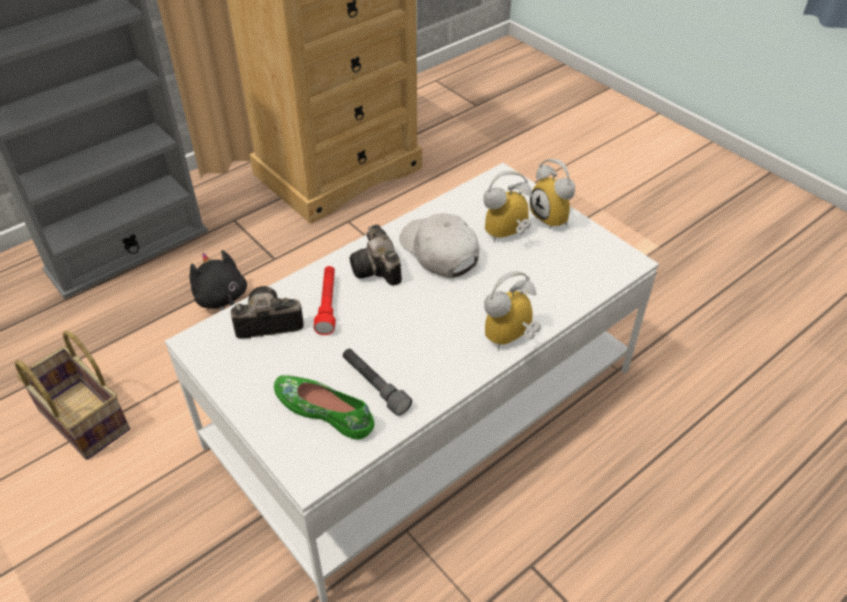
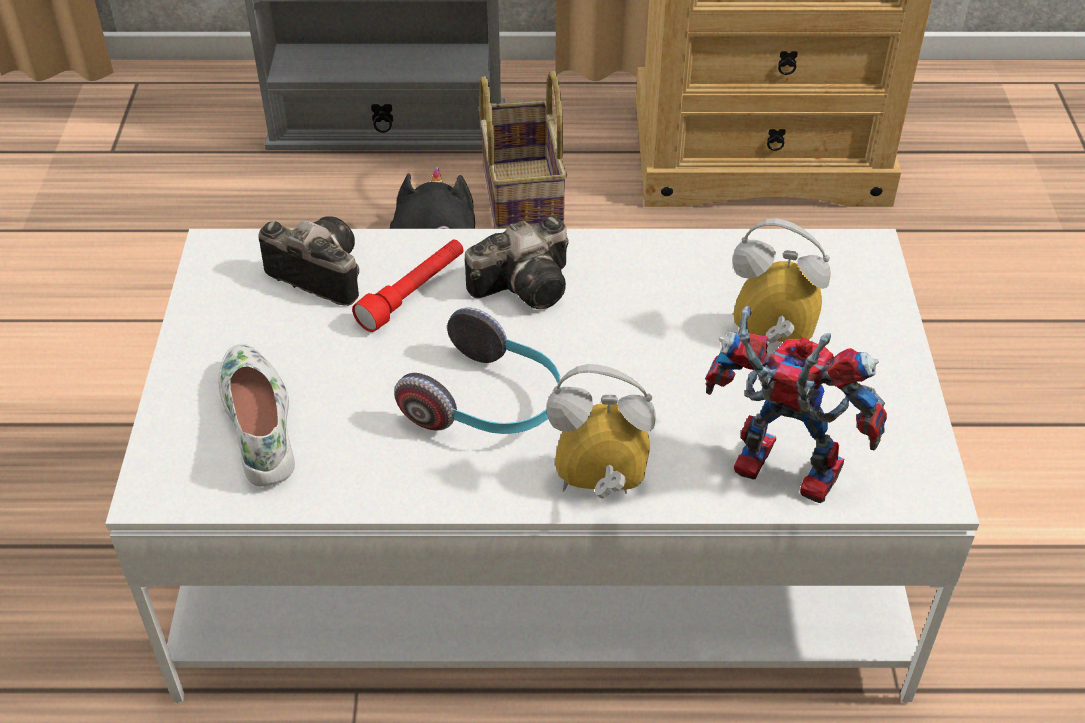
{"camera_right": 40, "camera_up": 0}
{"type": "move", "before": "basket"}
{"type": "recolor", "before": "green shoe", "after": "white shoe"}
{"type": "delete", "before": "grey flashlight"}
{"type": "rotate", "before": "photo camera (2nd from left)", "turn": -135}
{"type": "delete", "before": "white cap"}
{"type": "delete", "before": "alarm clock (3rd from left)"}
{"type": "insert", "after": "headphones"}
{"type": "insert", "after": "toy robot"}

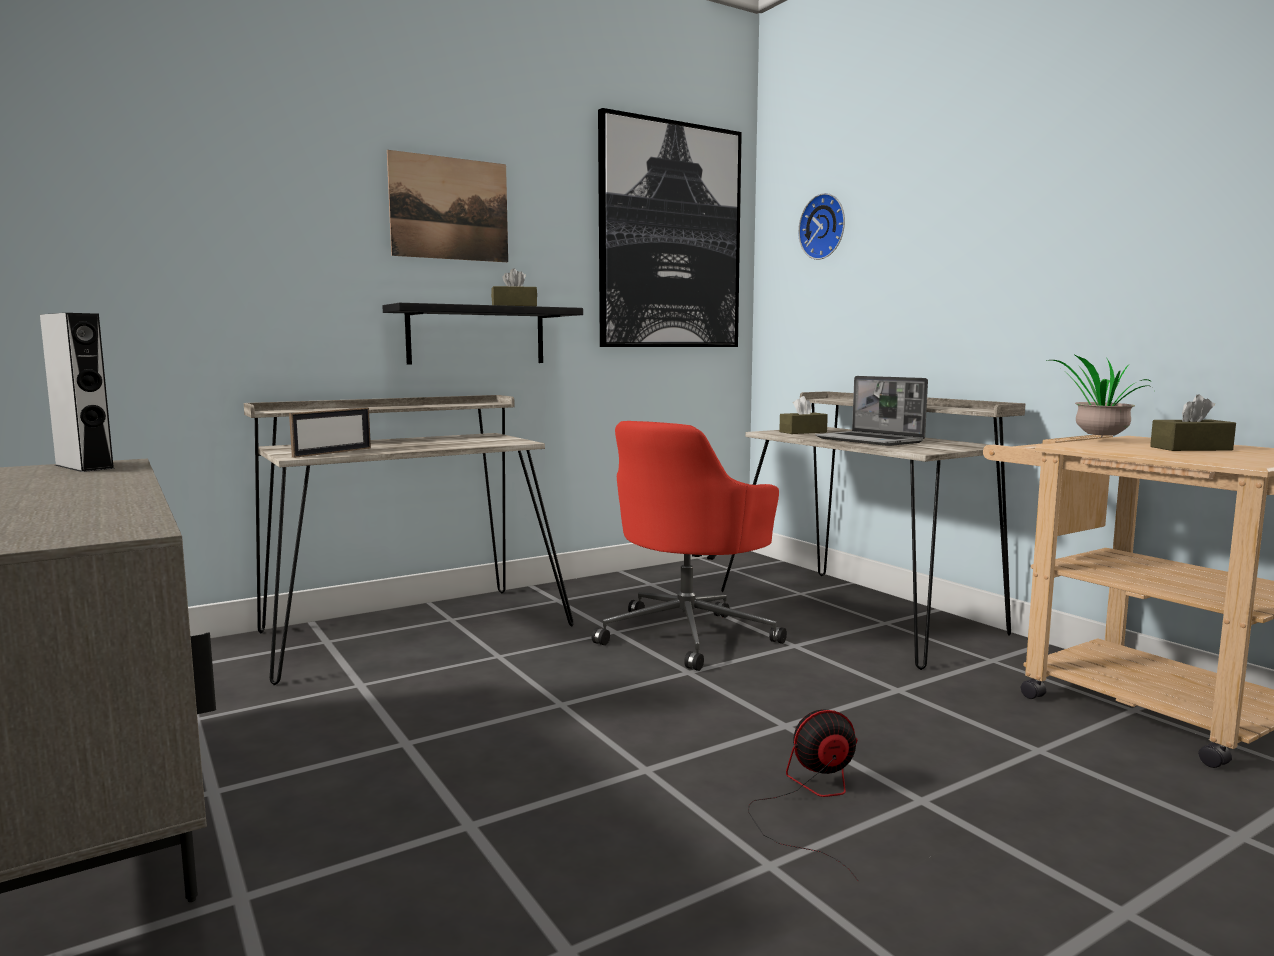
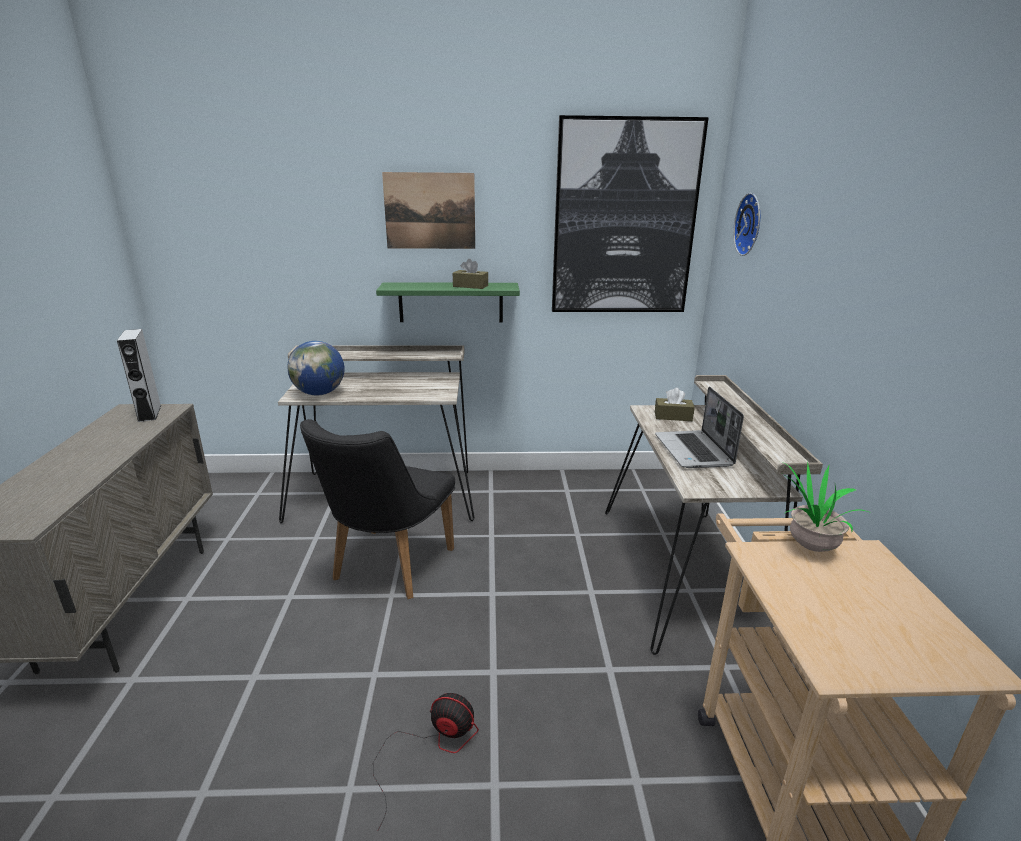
{"camera_right": 30, "camera_up": 15}
{"type": "replace", "before": "picture frame", "after": "globe"}
{"type": "recolor", "before": "black shelf", "after": "green shelf"}
{"type": "delete", "before": "red office chair"}
{"type": "delete", "before": "brown tissue box (3rd from left)"}
{"type": "insert", "after": "black chair"}

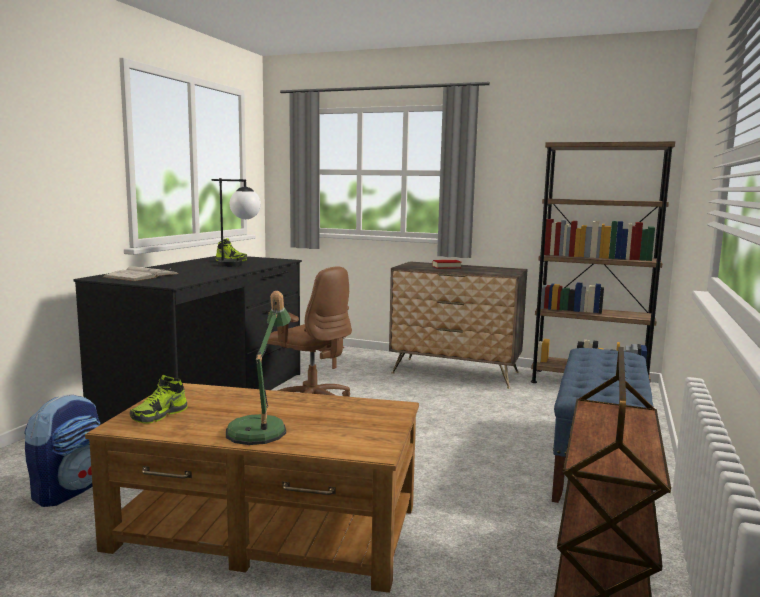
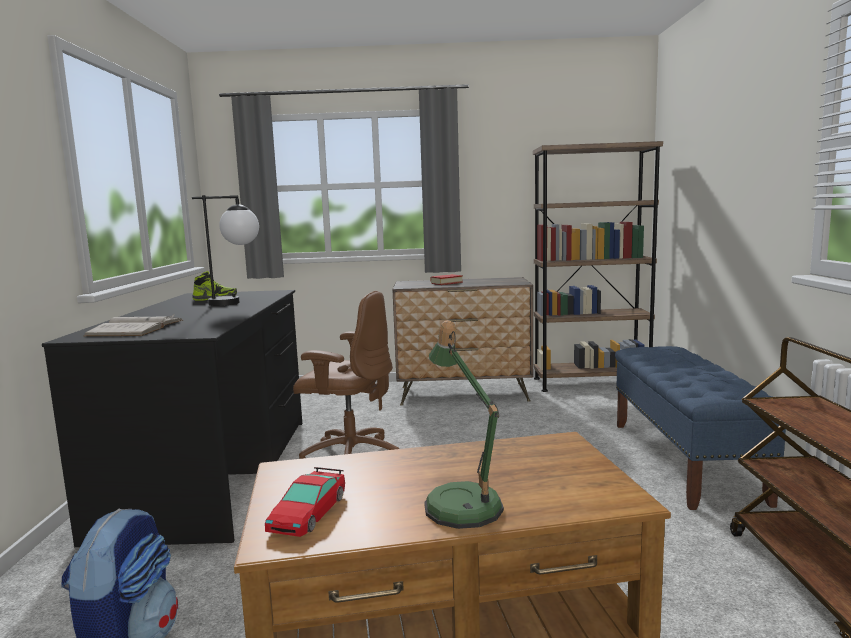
{"camera_right": -20, "camera_up": 0}
{"type": "replace", "before": "shoe (1st from left)", "after": "toy car"}

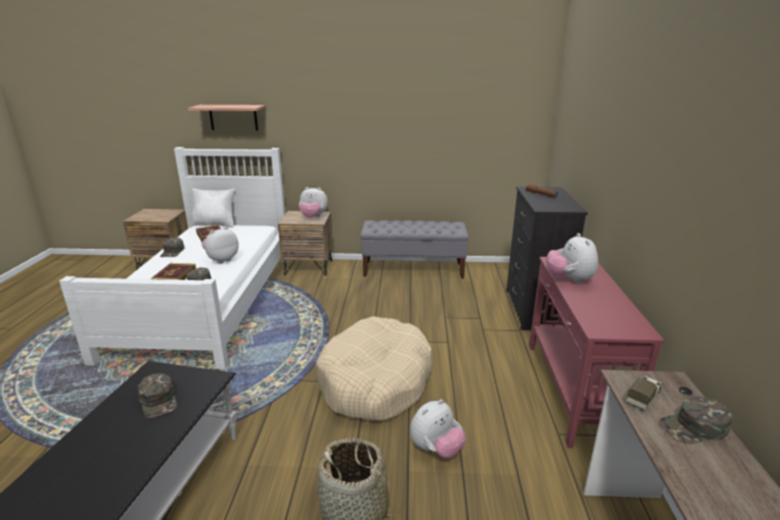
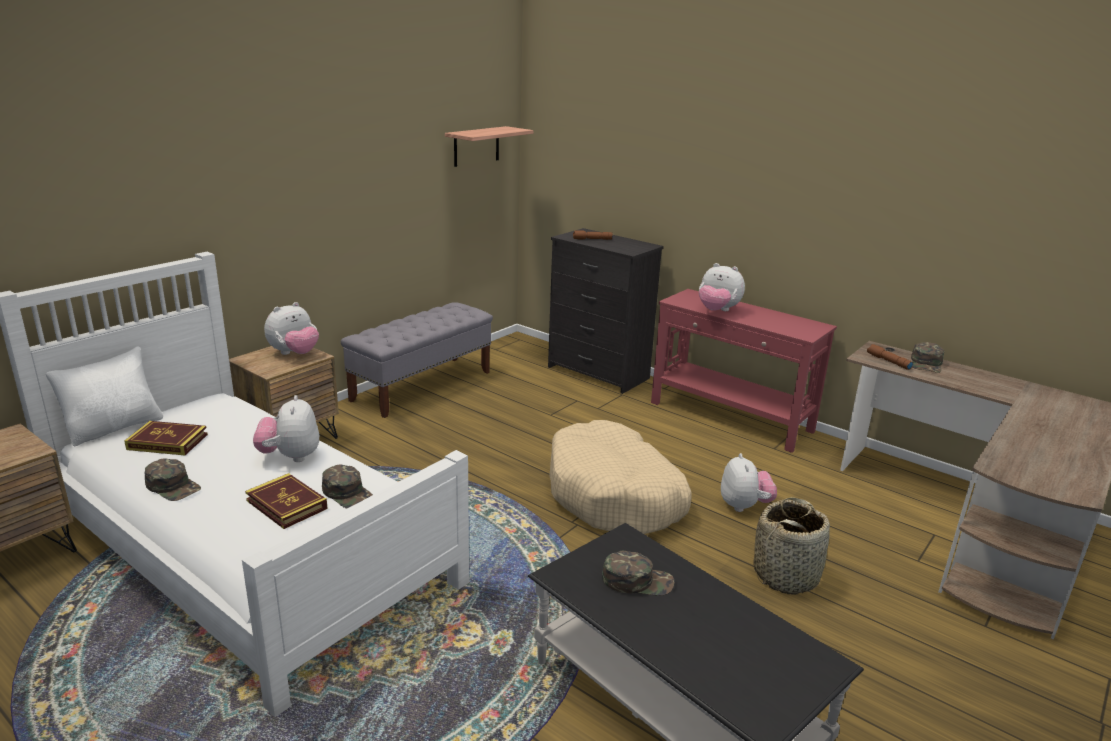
{"camera_right": -55, "camera_up": 0}
{"type": "move", "before": "shelf"}
{"type": "replace", "before": "toy truck", "after": "brown flashlight (2nd from left)"}

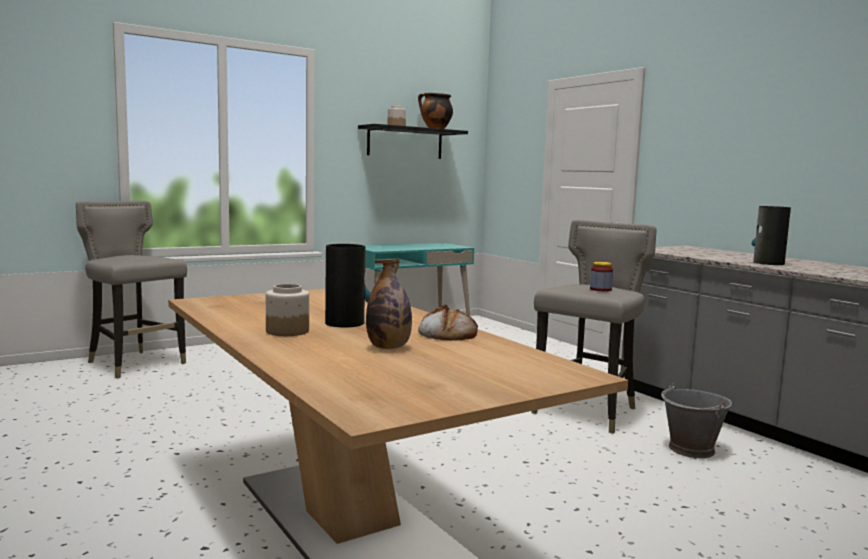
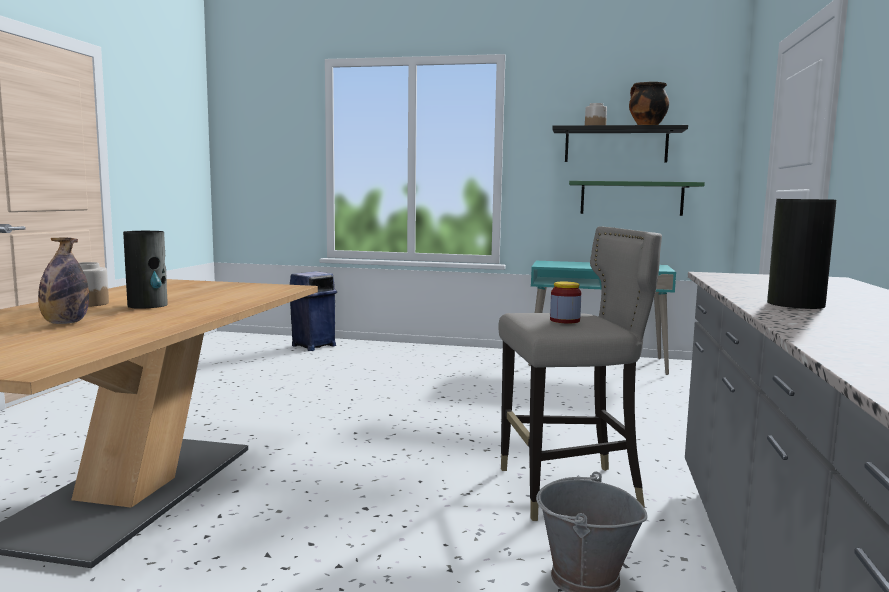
{"camera_right": 45, "camera_up": 0}
{"type": "replace", "before": "grey stool (1st from left)", "after": "blue trash can"}
{"type": "delete", "before": "bread"}
{"type": "insert", "after": "green shelf"}

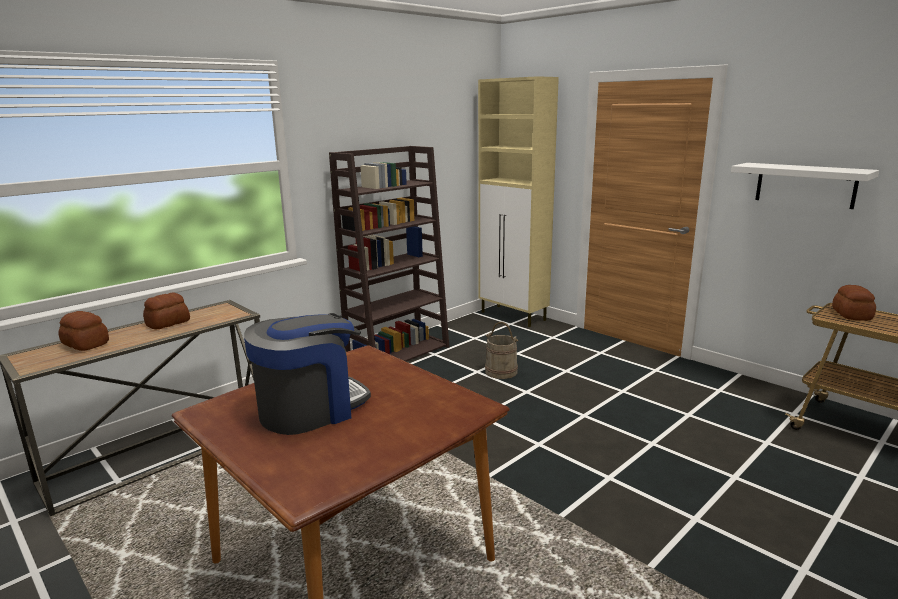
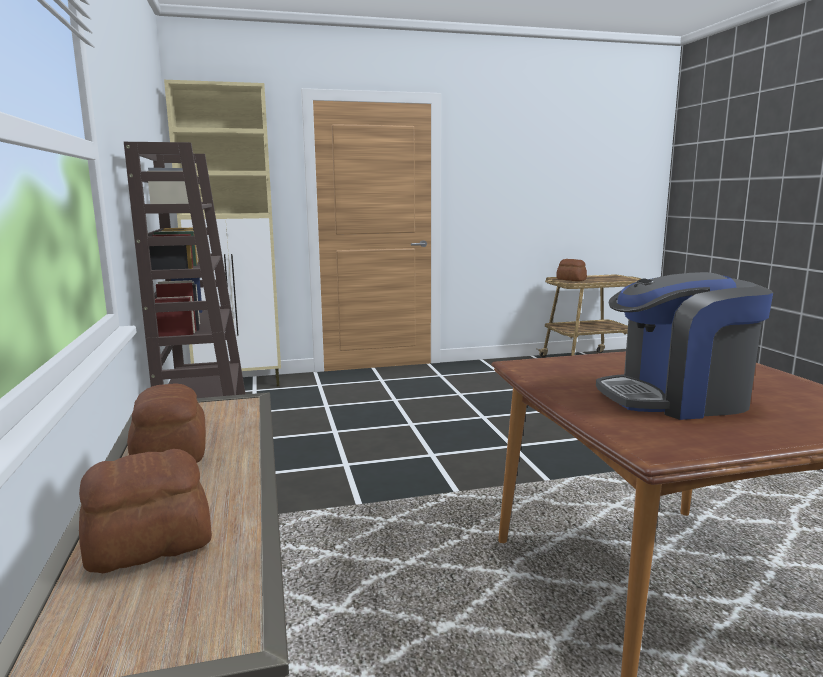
{"camera_right": -60, "camera_up": -5}
{"type": "rotate", "before": "coffee machine", "turn": -90}
{"type": "delete", "before": "beige bucket"}
{"type": "delete", "before": "white shelf"}

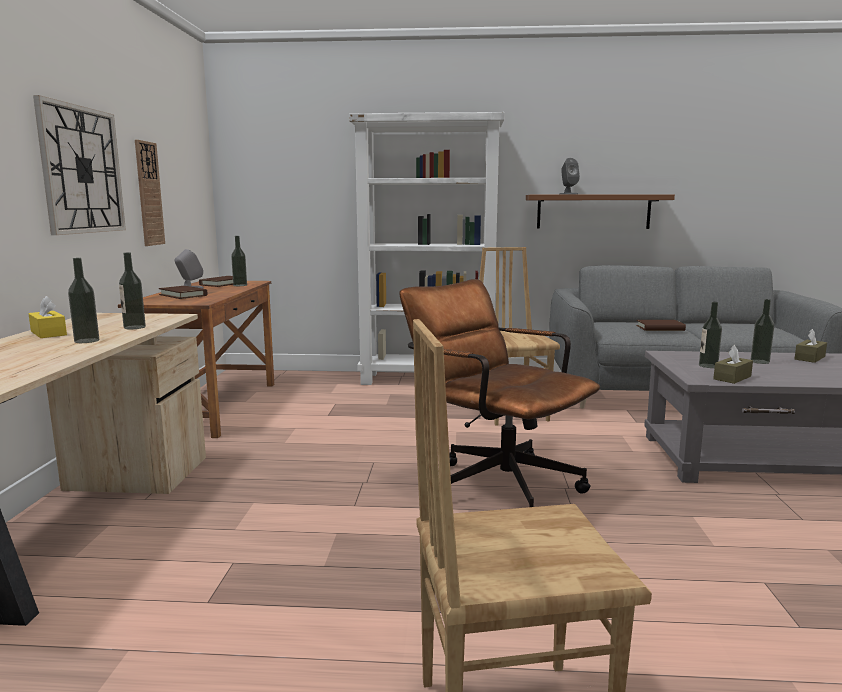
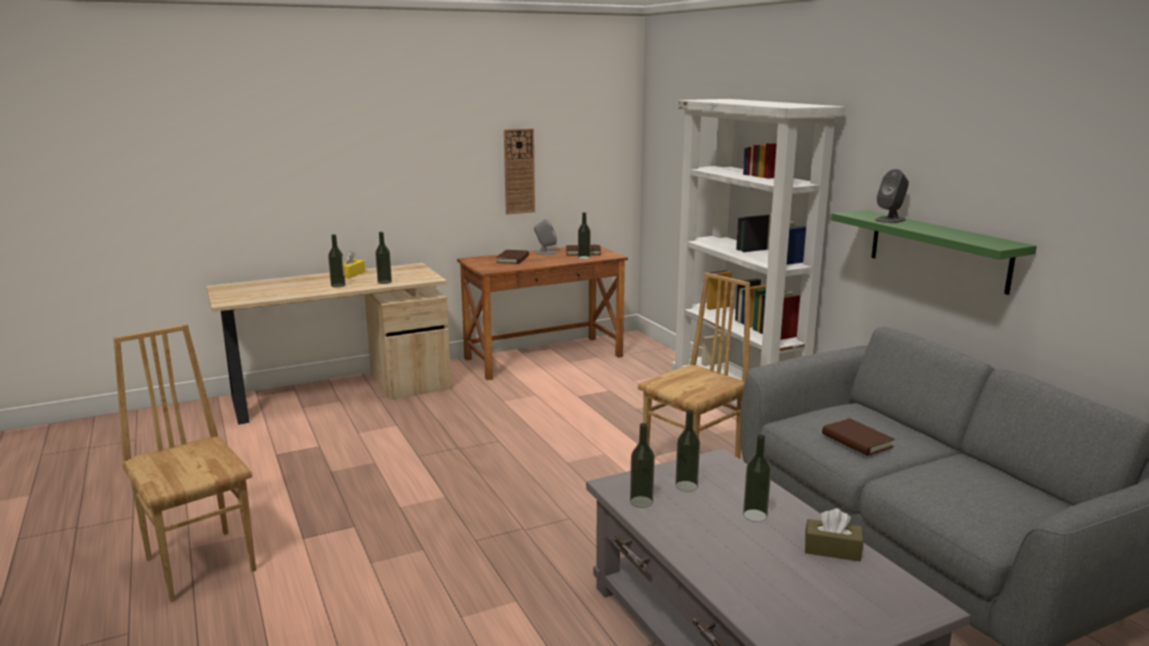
{"camera_right": 60, "camera_up": 5}
{"type": "delete", "before": "wall clock (1st from left)"}
{"type": "delete", "before": "brown office chair"}
{"type": "recolor", "before": "brown shelf", "after": "green shelf"}
{"type": "replace", "before": "brown tissue box (1st from left)", "after": "bottle (4th from left)"}

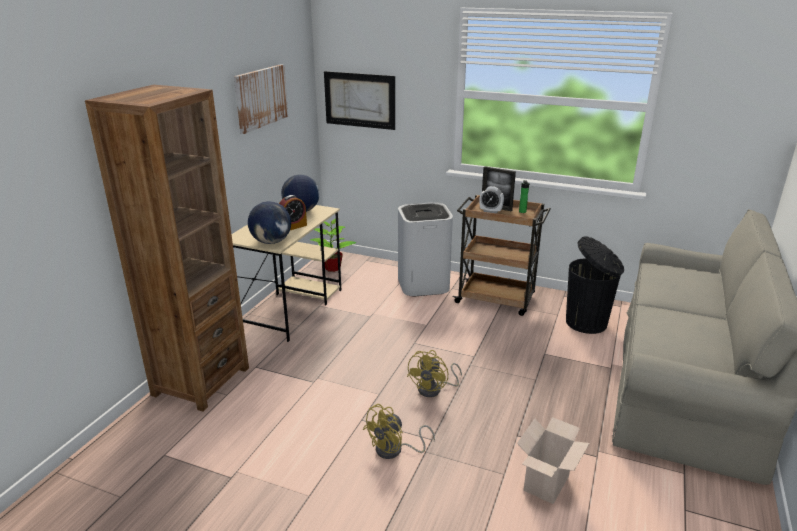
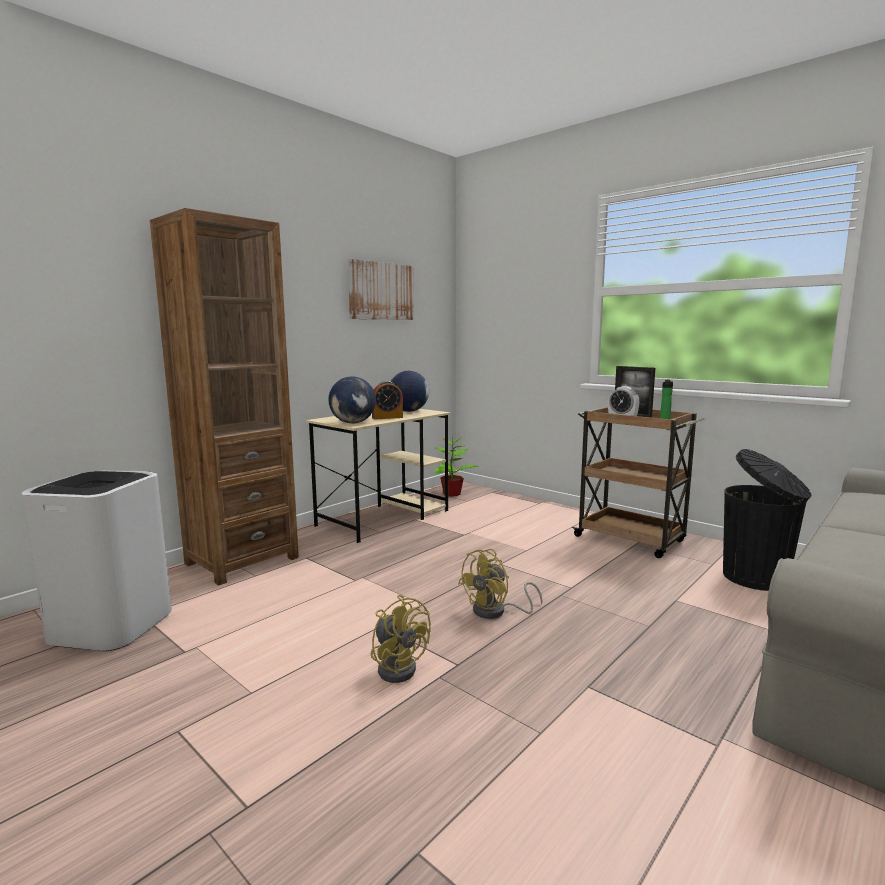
{"camera_right": 20, "camera_up": -15}
{"type": "delete", "before": "picture (2nd from left)"}
{"type": "rotate", "before": "yellow fan (1st from left)", "turn": -105}
{"type": "move", "before": "white trash can"}
{"type": "delete", "before": "cardboard box"}

